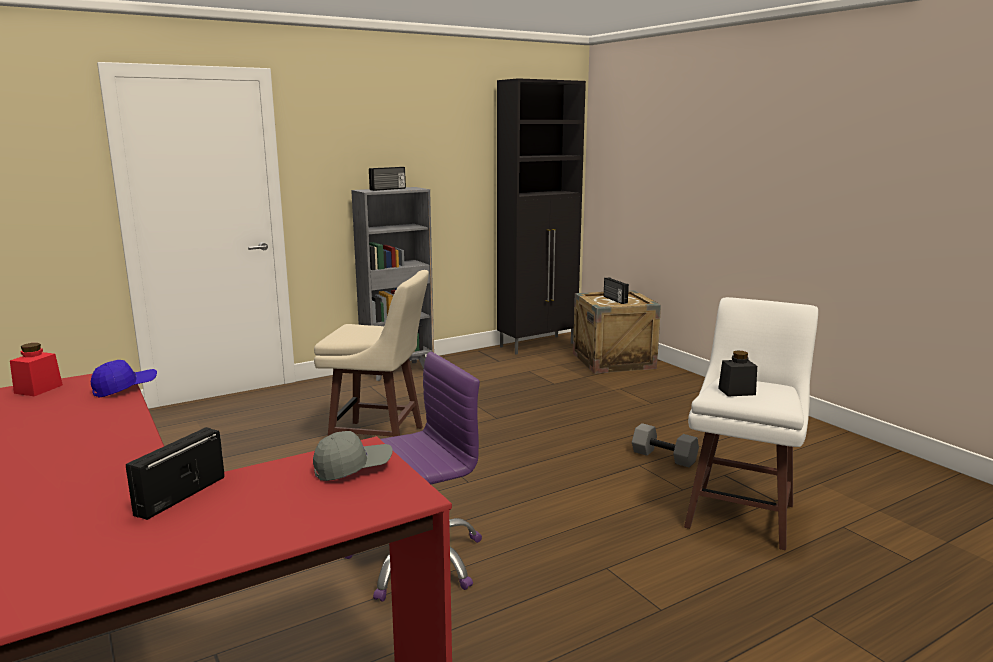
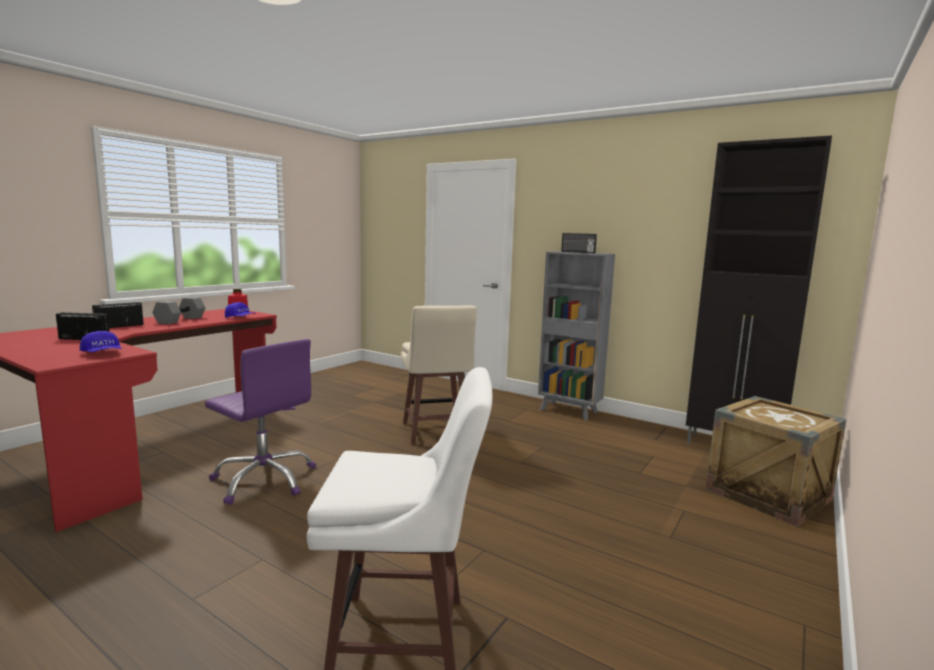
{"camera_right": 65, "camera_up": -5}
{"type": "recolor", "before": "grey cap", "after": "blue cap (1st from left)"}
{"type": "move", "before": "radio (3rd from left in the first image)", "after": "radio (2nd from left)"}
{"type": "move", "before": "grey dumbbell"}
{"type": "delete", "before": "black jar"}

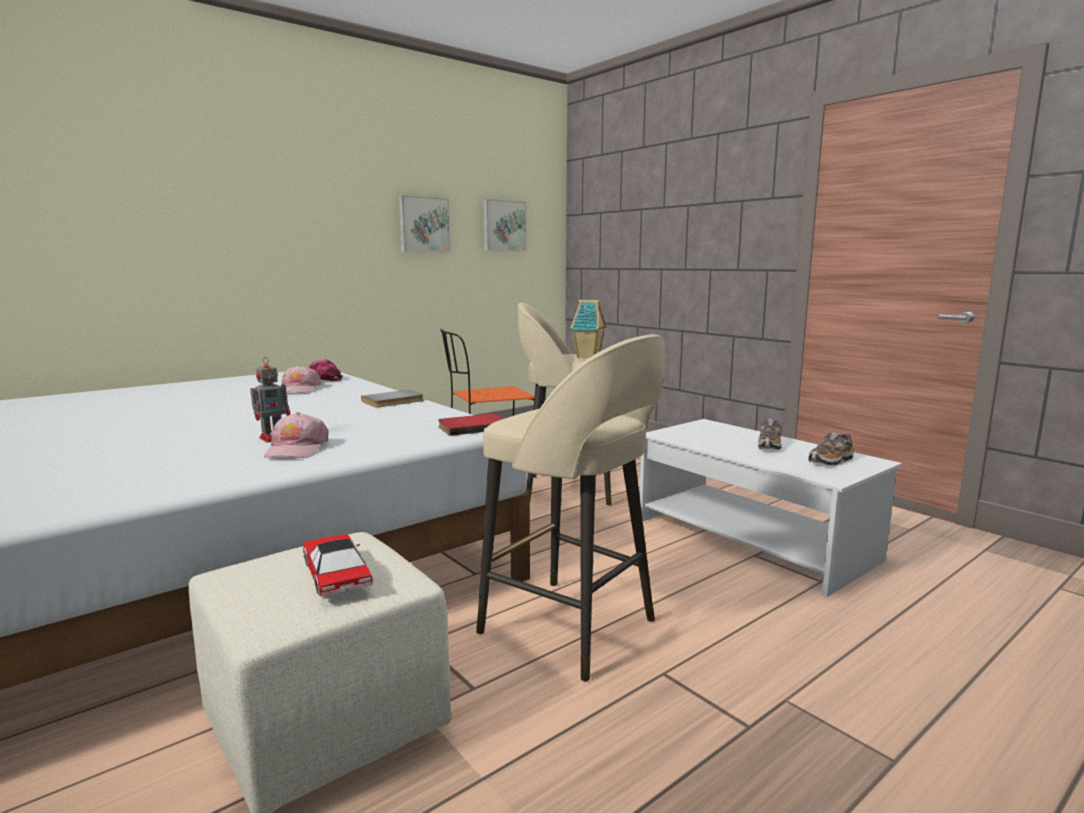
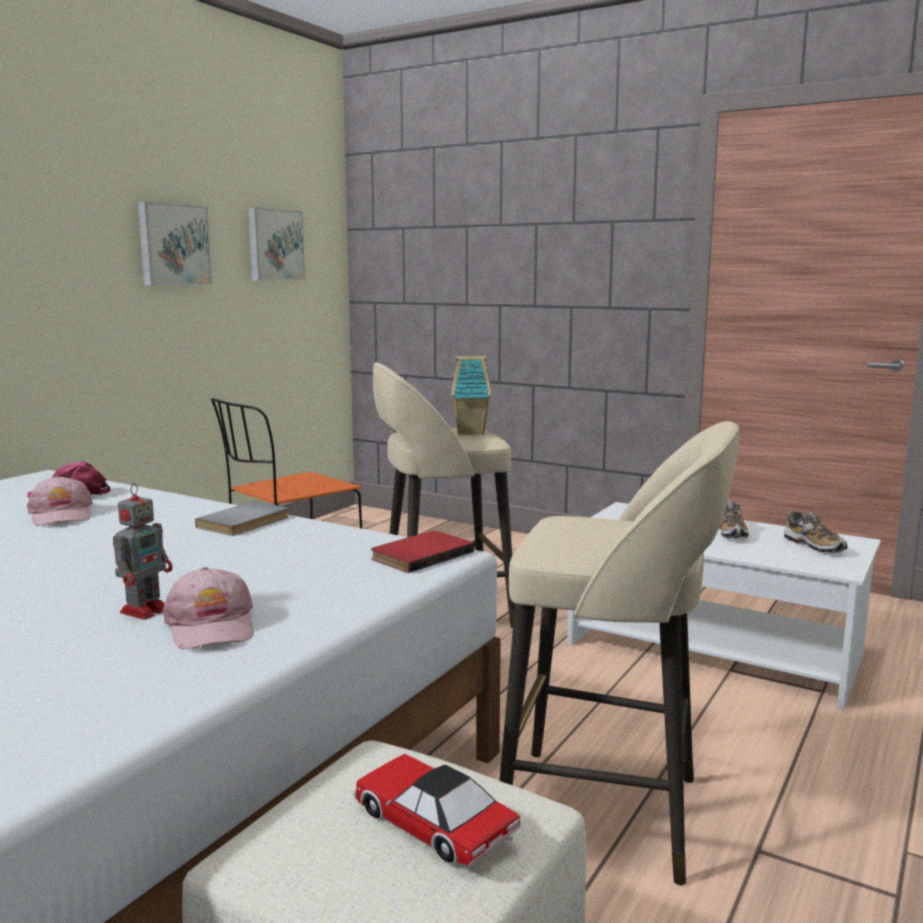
{"camera_right": -20, "camera_up": 0}
{"type": "rotate", "before": "shoe (2nd from left)", "turn": -60}

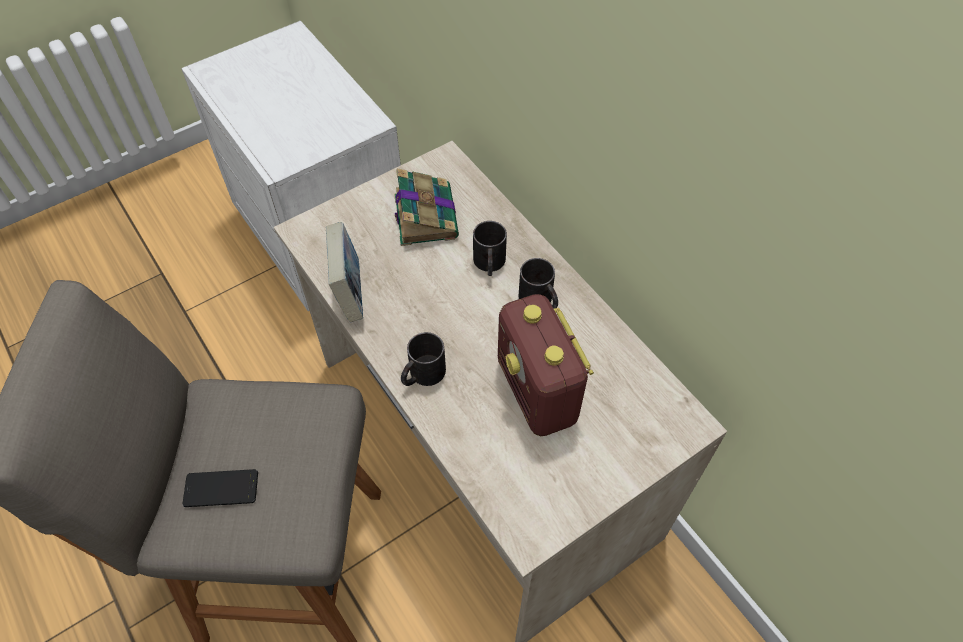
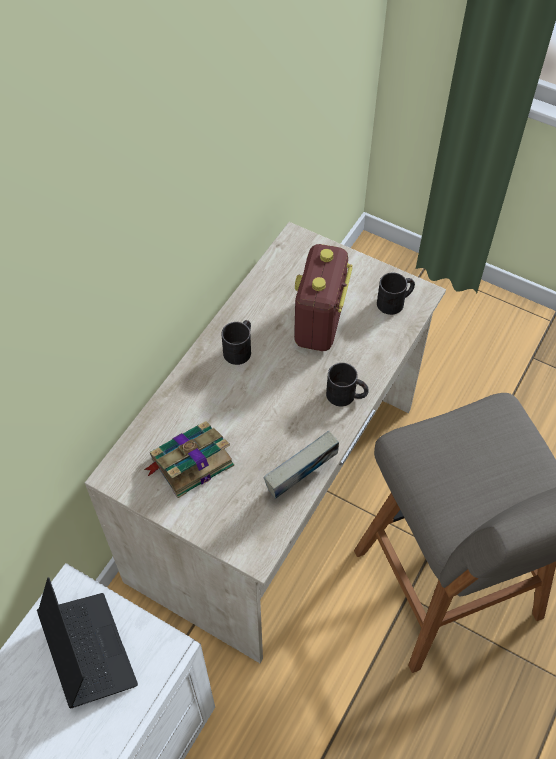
{"camera_right": -115, "camera_up": 0}
{"type": "delete", "before": "phone"}
{"type": "move", "before": "black mug (2nd from left in the first image)", "after": "black mug (3rd from left)"}
{"type": "rotate", "before": "radio", "turn": 150}
{"type": "insert", "after": "laptop"}

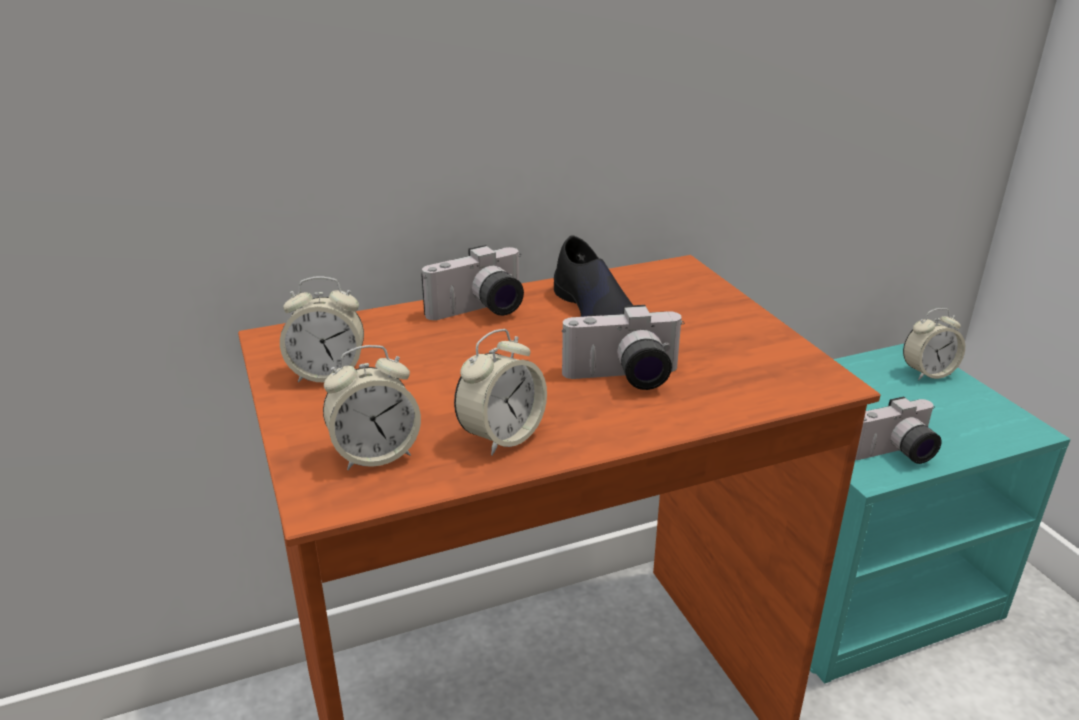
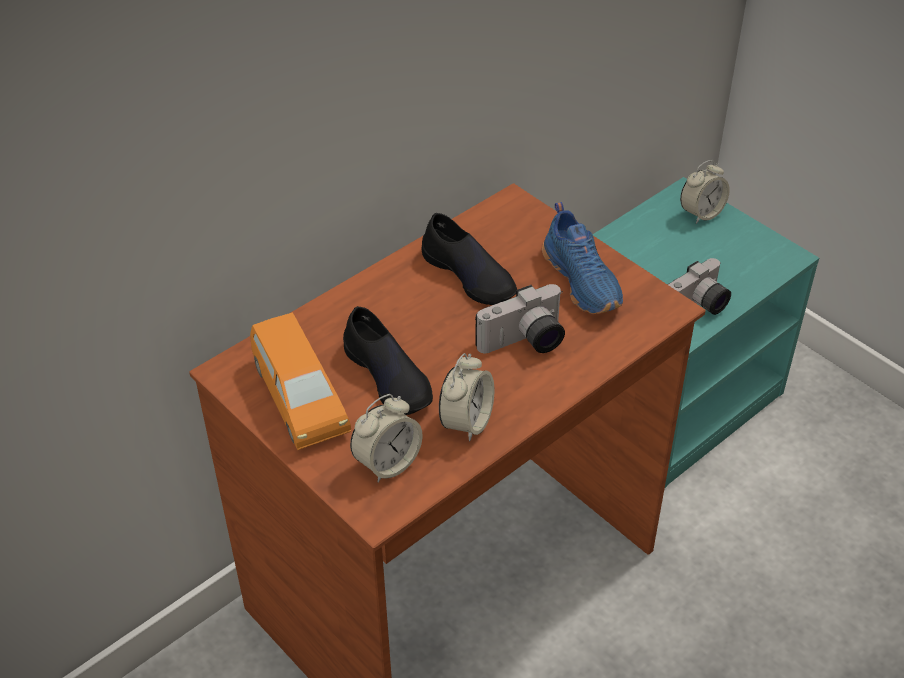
{"camera_right": -20, "camera_up": 15}
{"type": "replace", "before": "alarm clock (1st from left)", "after": "orange toy car"}
{"type": "delete", "before": "photo camera (1st from left)"}
{"type": "insert", "after": "black shoe (1st from left)"}
{"type": "insert", "after": "blue shoe"}

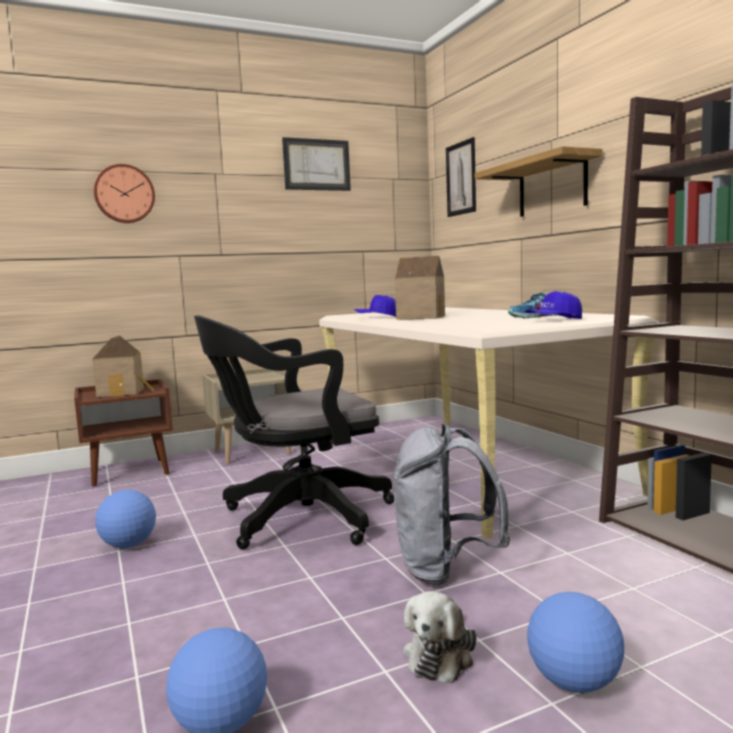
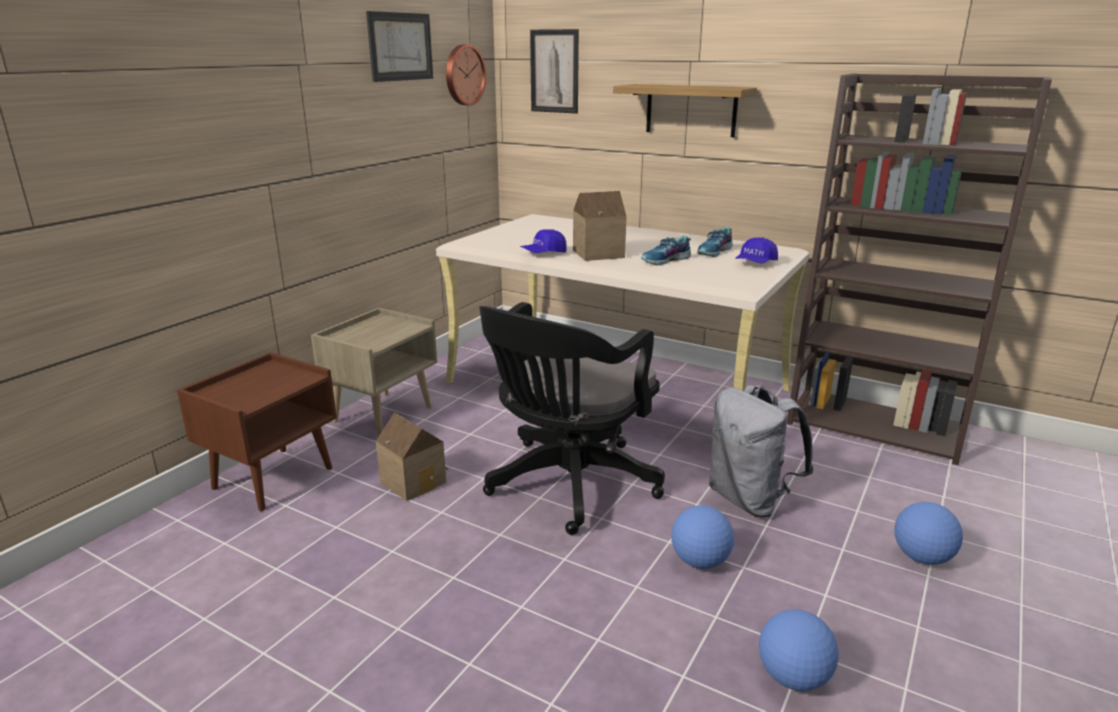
{"camera_right": -35, "camera_up": 15}
{"type": "move", "before": "toy house (1st from left)"}
{"type": "move", "before": "wall clock"}
{"type": "move", "before": "football (1st from left)"}
{"type": "delete", "before": "plush toy"}
{"type": "insert", "after": "shoe (1st from left)"}

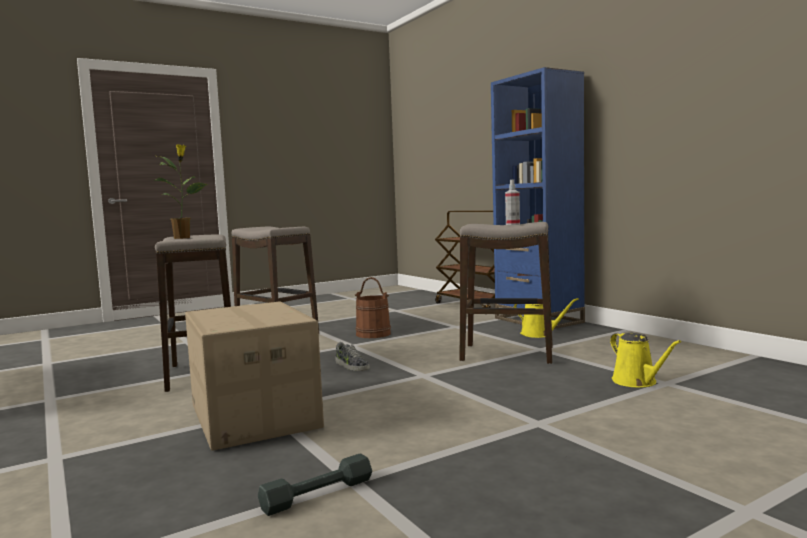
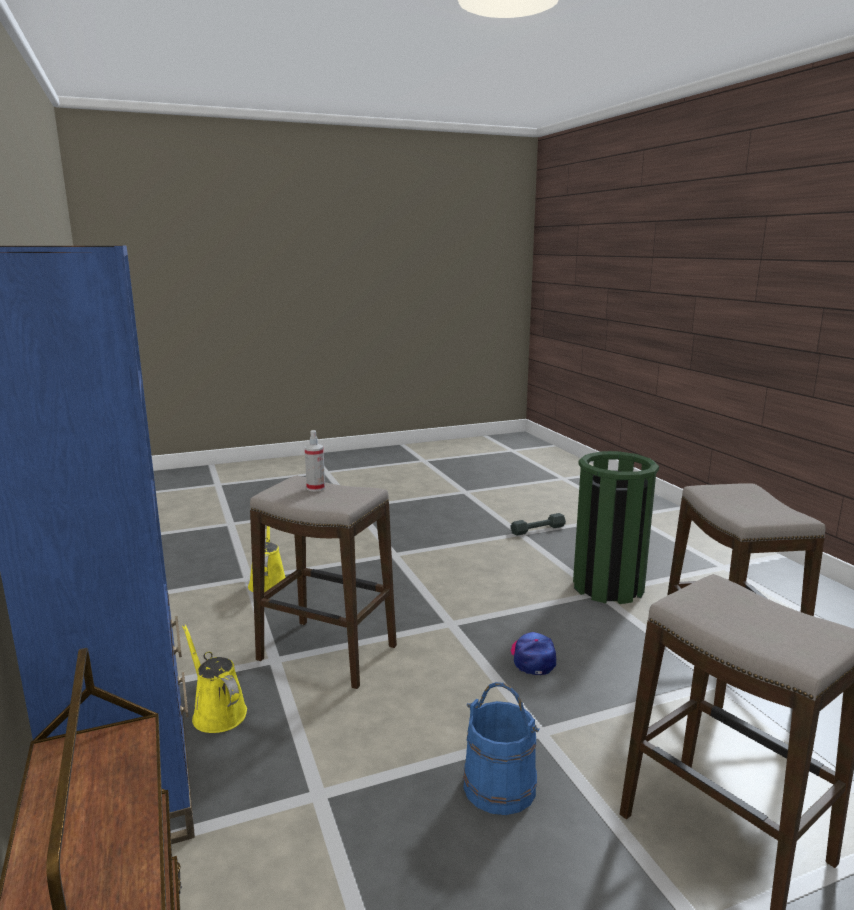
{"camera_right": -170, "camera_up": 10}
{"type": "delete", "before": "potted plant"}
{"type": "replace", "before": "cardboard box", "after": "green trash can"}
{"type": "replace", "before": "shoe", "after": "cap"}
{"type": "recolor", "before": "brown bucket", "after": "blue bucket"}

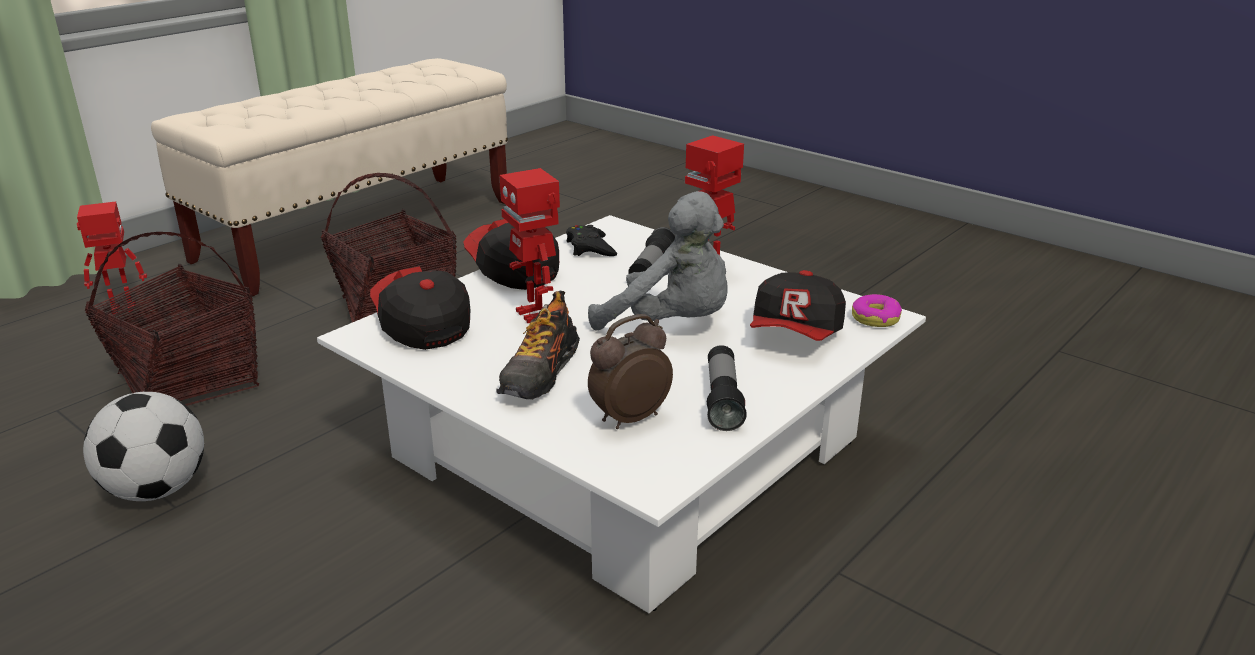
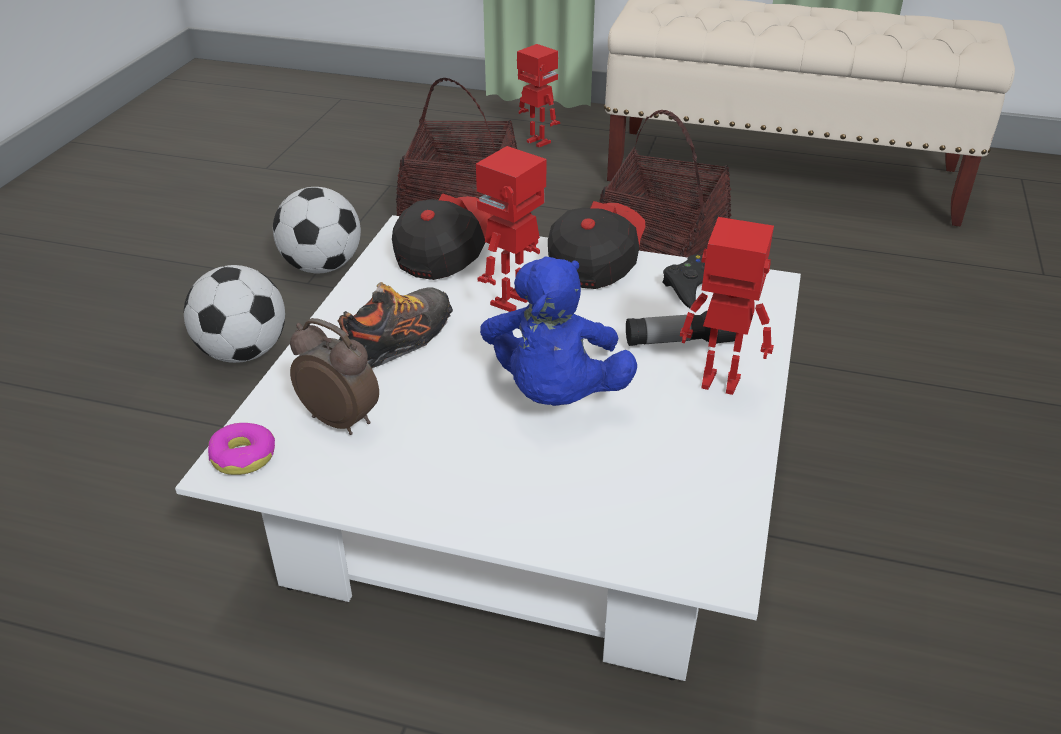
{"camera_right": 65, "camera_up": 10}
{"type": "rotate", "before": "shoe", "turn": 135}
{"type": "recolor", "before": "grey plush toy", "after": "blue plush toy"}
{"type": "delete", "before": "flashlight (2nd from left)"}
{"type": "delete", "before": "cap (3rd from left)"}
{"type": "move", "before": "donut"}
{"type": "insert", "after": "football (1st from left)"}

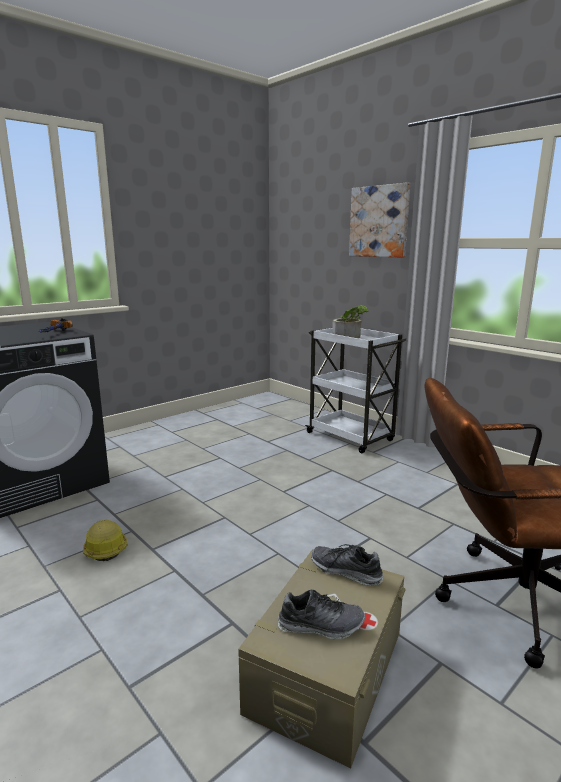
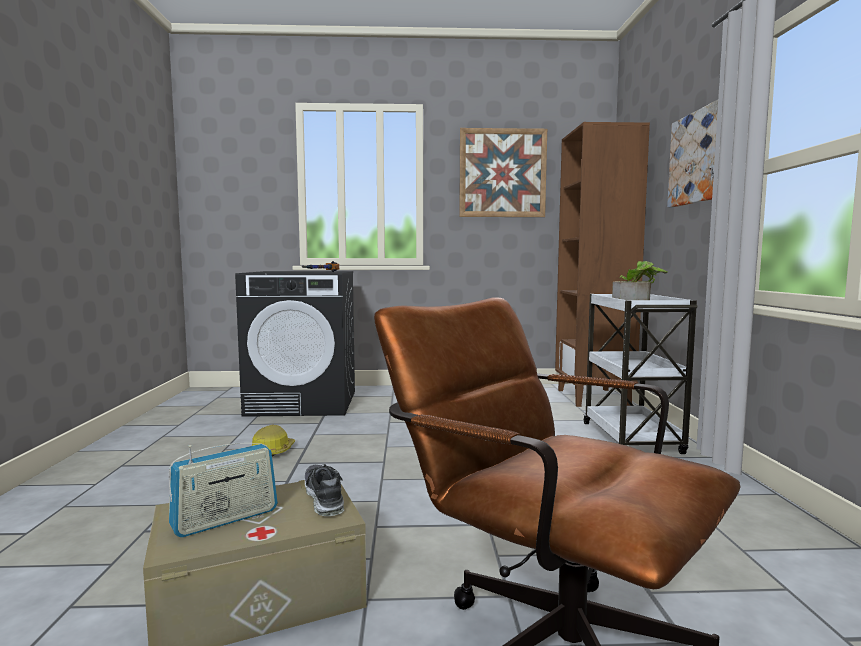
{"camera_right": 40, "camera_up": -10}
{"type": "replace", "before": "shoe (1st from left)", "after": "radio"}
{"type": "insert", "after": "picture (1st from left)"}
{"type": "insert", "after": "brown bookcase"}

